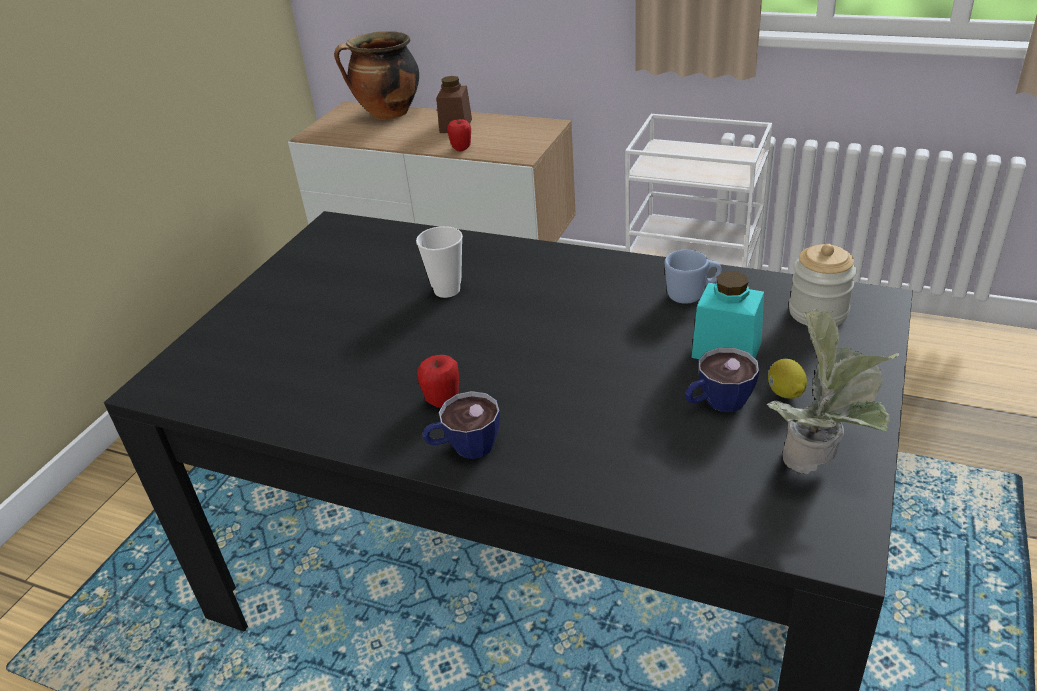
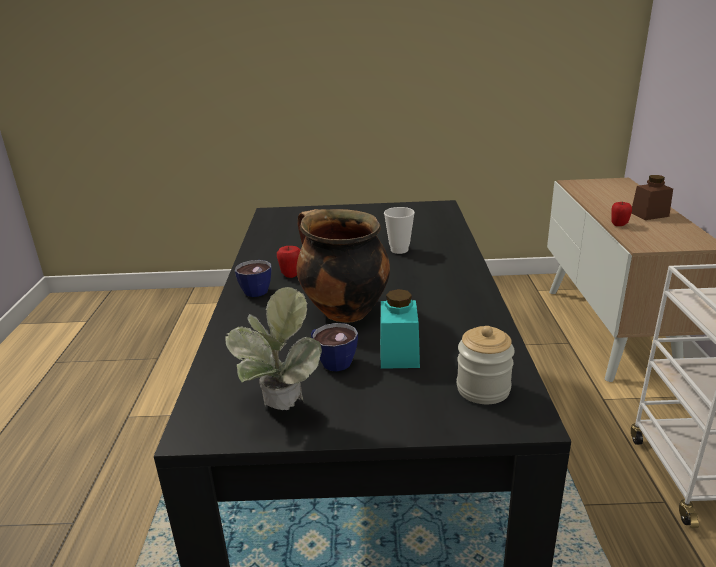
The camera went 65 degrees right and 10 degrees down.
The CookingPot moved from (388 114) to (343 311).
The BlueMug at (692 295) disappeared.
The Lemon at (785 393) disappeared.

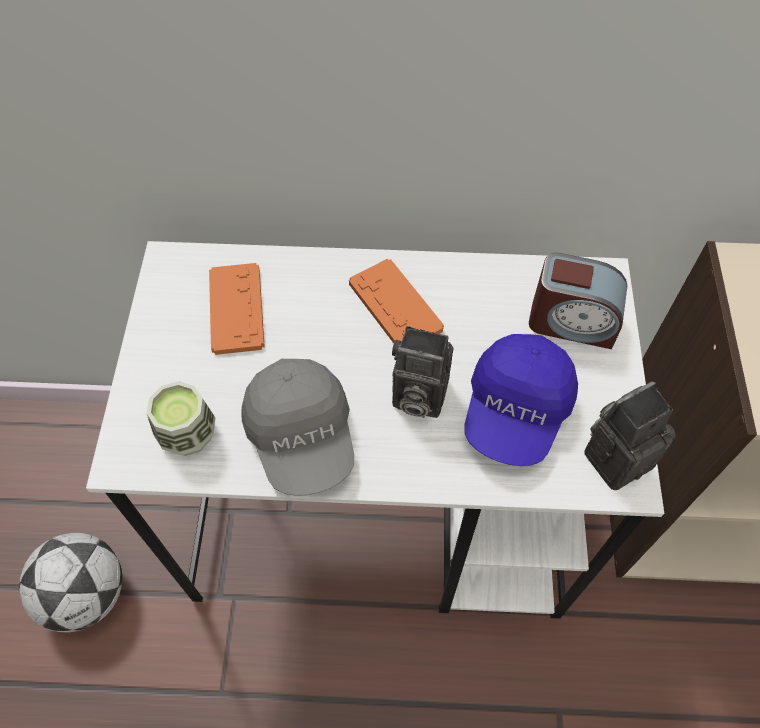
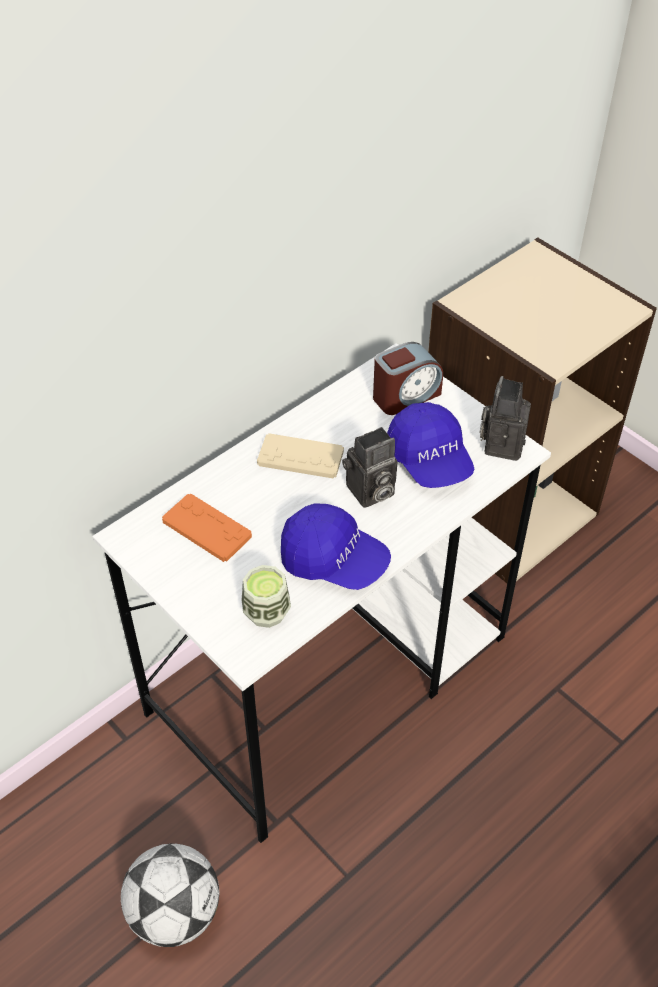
The camera went 45 degrees left and 10 degrees down.
The GreyCap at (302 437) became the BlueCap at (334 561).
The OrangeGameController at (395 306) became the BeigeGameController at (300 457).

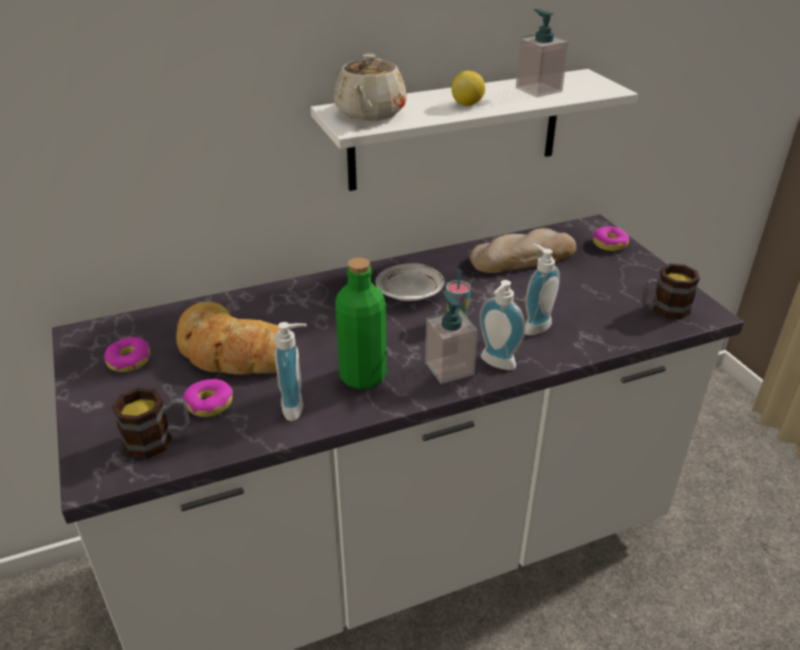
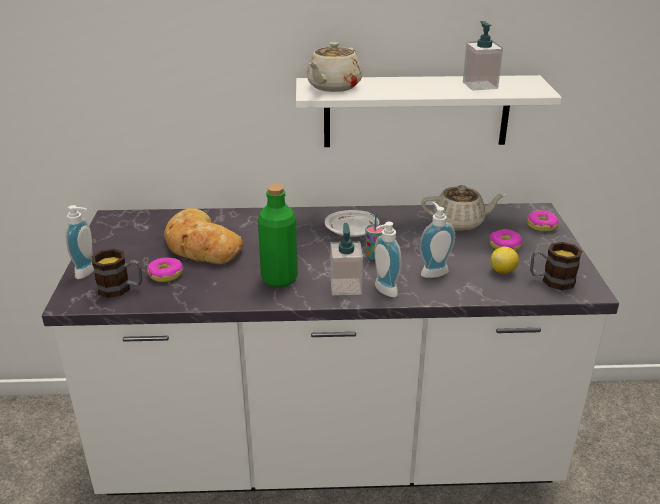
The camera went 20 degrees right and 5 degrees down.
The Donut moved from (129 361) to (504 245).
The SoapDispenser moved from (297 407) to (89 272).
The Lemon moved from (467 104) to (503 271).
The Bread at (523 257) was replaced by the BeigeTeapot at (459 223).

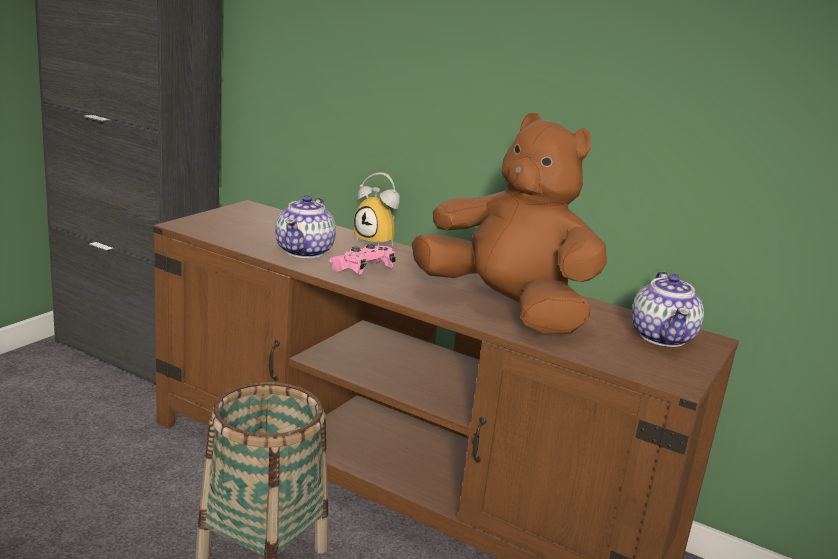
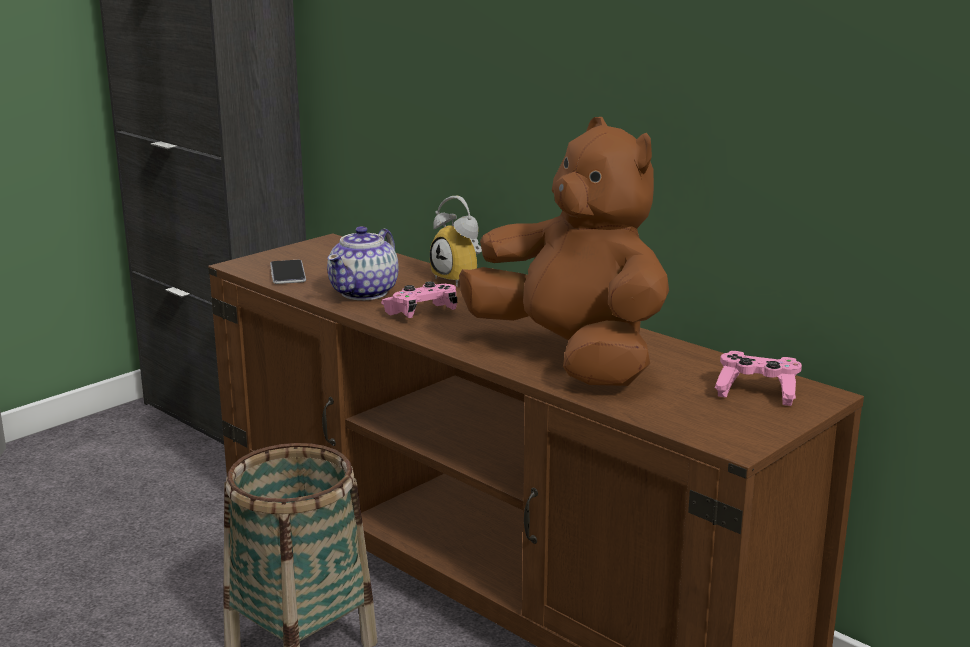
The camera went 15 degrees right and 0 degrees up.
The Teapot at (663 337) was replaced by the PinkGameController at (757 392).
The Phone at (287 273) appeared.

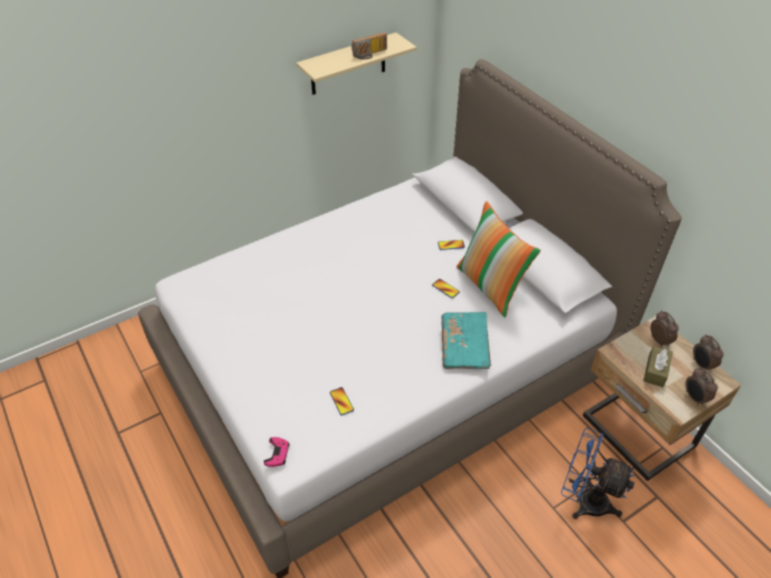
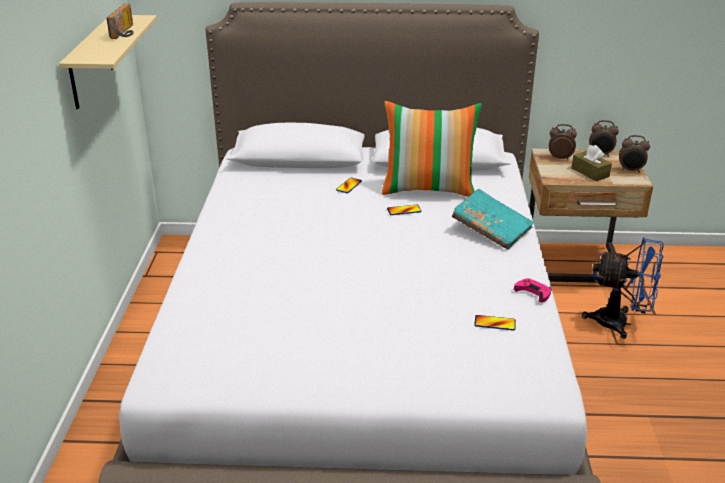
The camera went 55 degrees left and 15 degrees down.
The PinkGameController moved from (277 453) to (533 292).
The BlueFan at (584 500) turned 135 degrees counterclockwise.

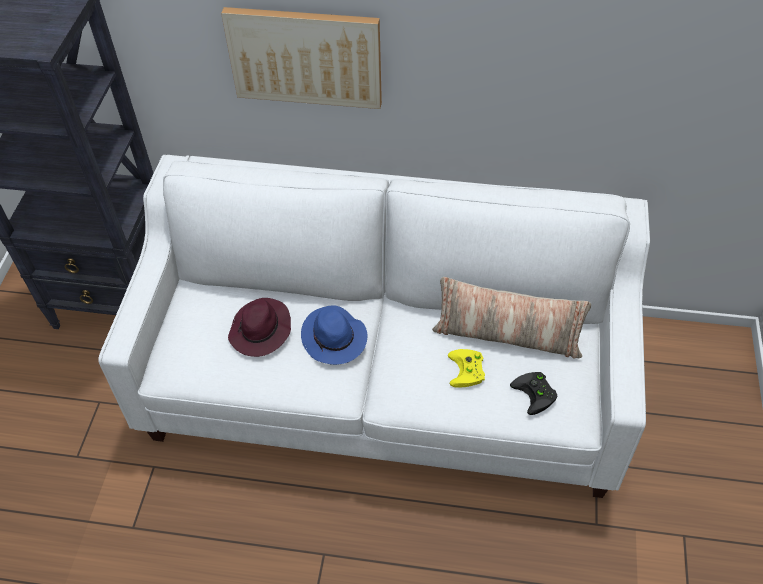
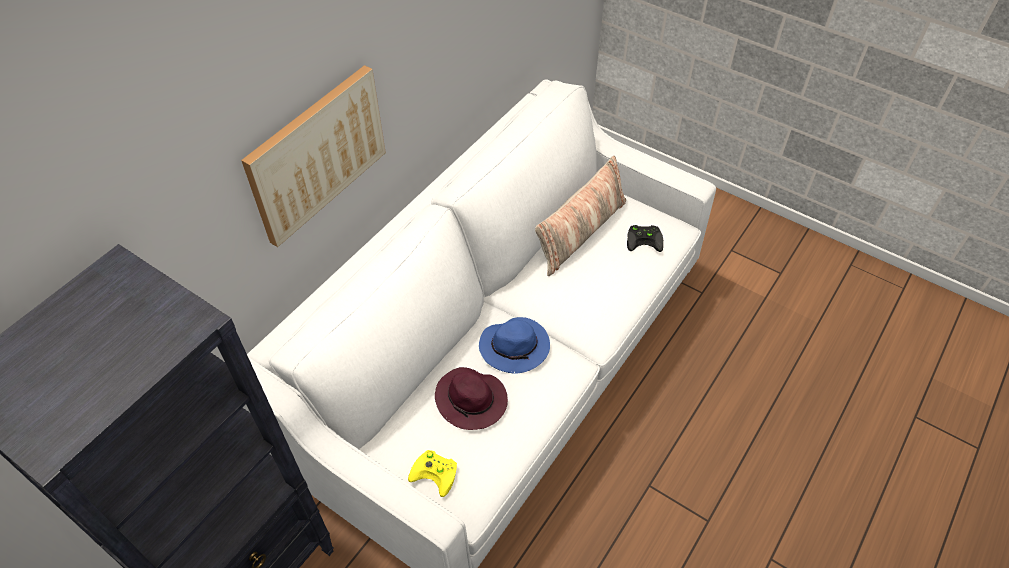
The camera went 65 degrees left and 0 degrees up.
The YellowGameController moved from (468 371) to (436 473).

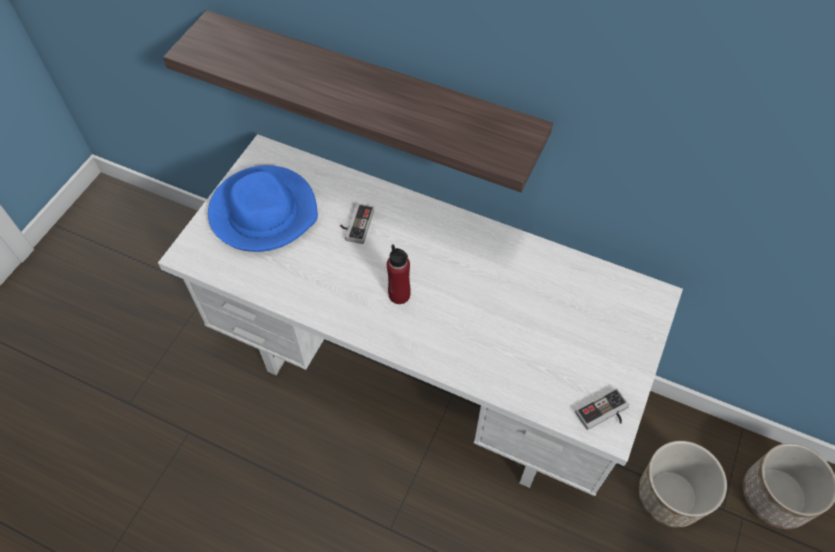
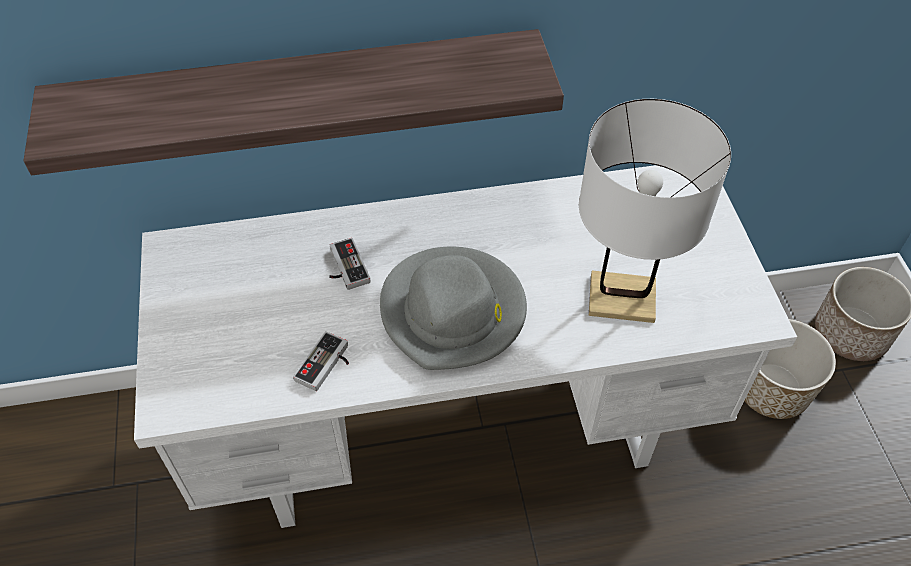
The camera went 35 degrees left and 5 degrees down.
The BlueHat at (264 212) disappeared.
The RedBottle at (399 295) was replaced by the GreyHat at (453 311).
The GameController moved from (604 415) to (327 366).
The WhiteTableLamp at (622 298) appeared.

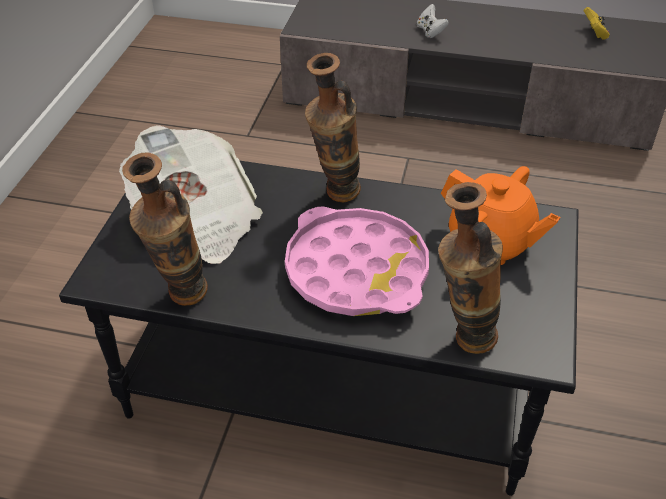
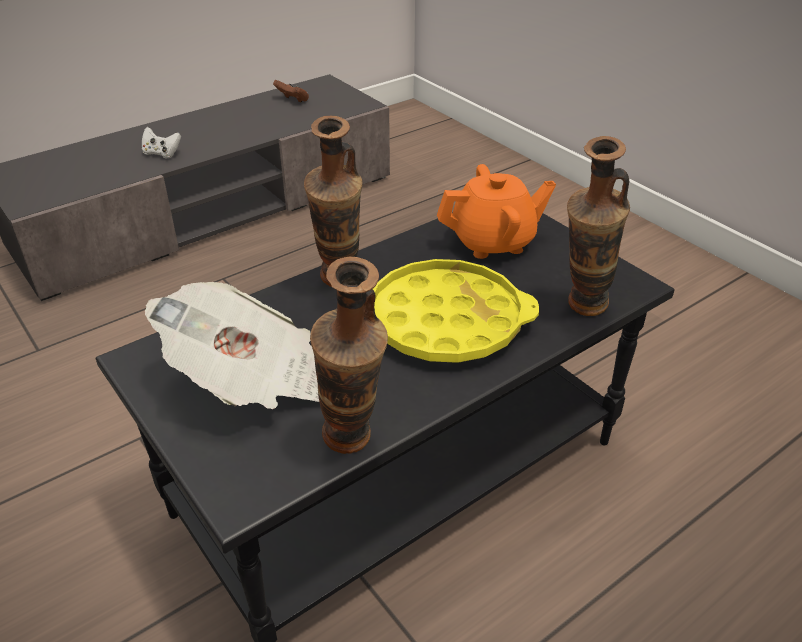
The camera went 50 degrees left and 5 degrees down.
The PinkTray at (356 271) became the YellowTray at (444 321).
The YellowGameController at (594 34) became the BrownGameController at (293 100).

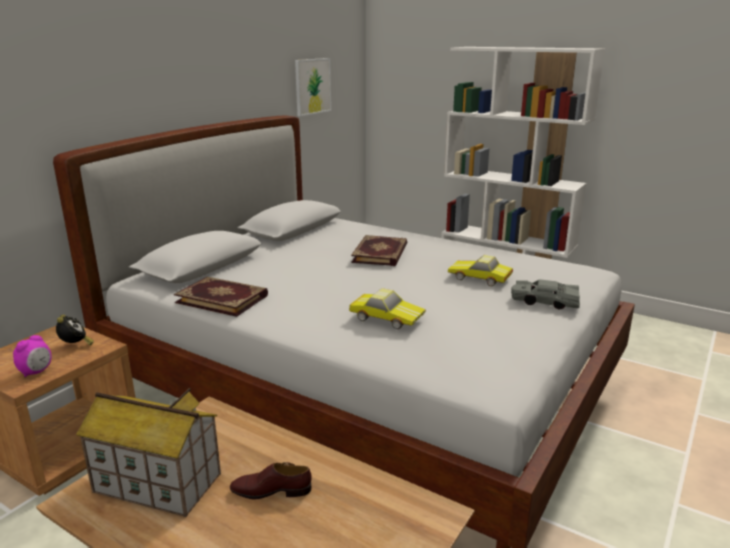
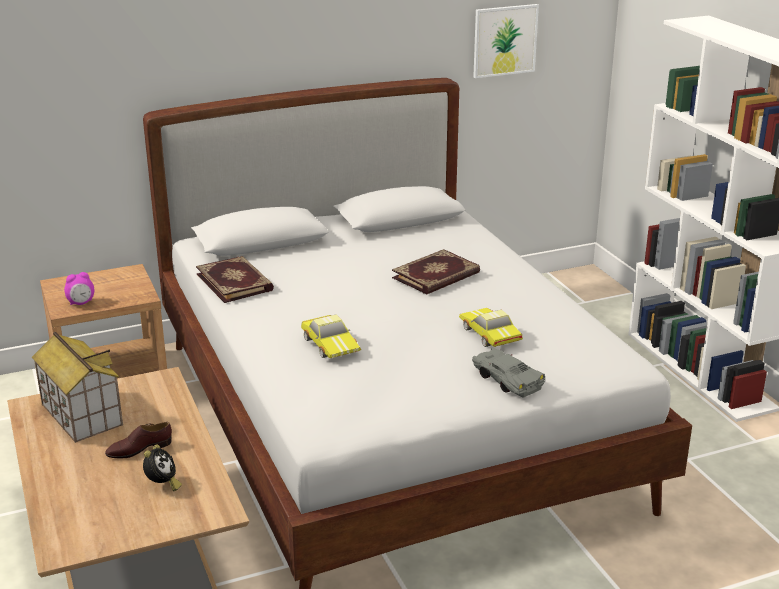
The camera went 35 degrees right and 5 degrees up.
The AlarmClock moved from (76 346) to (162 485).
The BrownShoe at (271 491) turned 60 degrees counterclockwise.

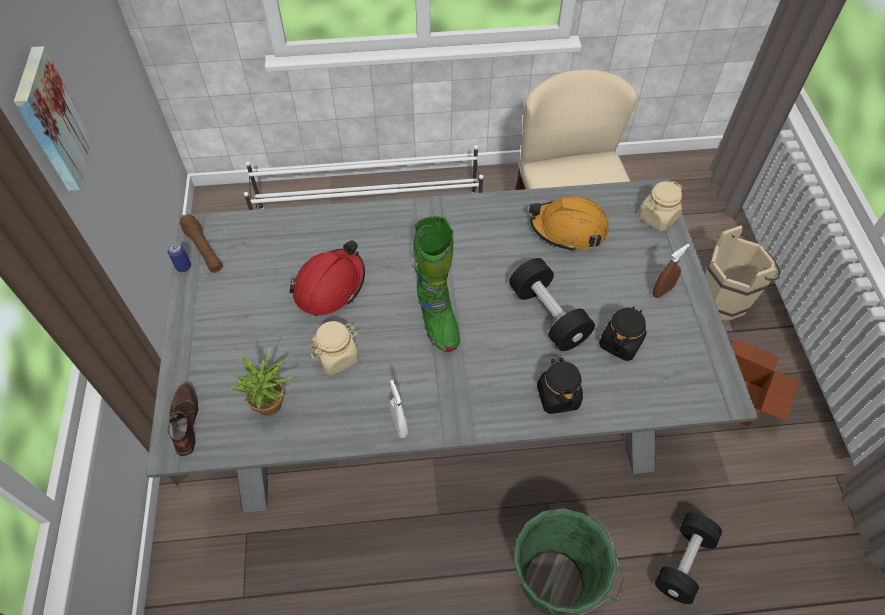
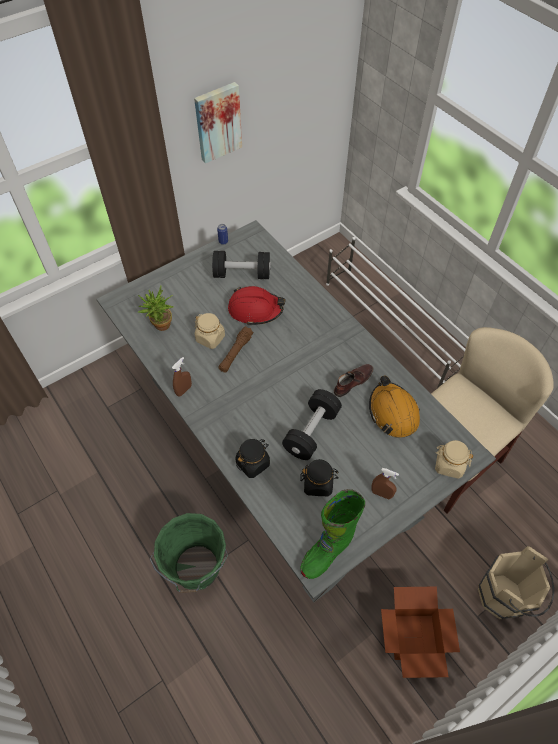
The camera went 60 degrees right and 0 degrees up.
The BrownShoe moved from (185 421) to (352 381).
The BrownFlashlight moved from (203 248) to (235 353).
The WhiteSprayBottle at (399 426) became the BrownSprayBottle at (184 390).
The GreenBoot moved from (437 319) to (327 550).
The BlackDumbbell moved from (683 562) to (242 274).

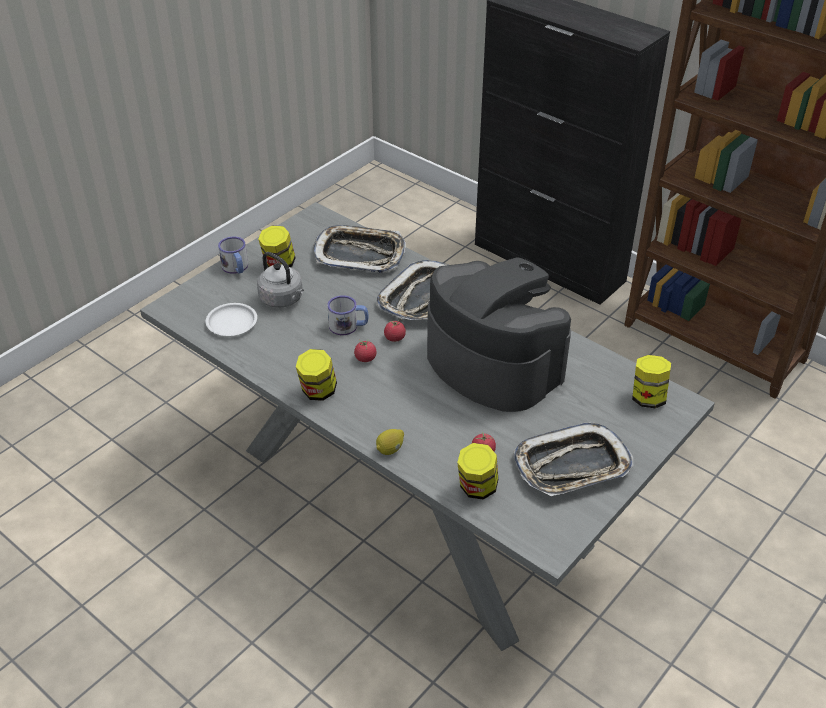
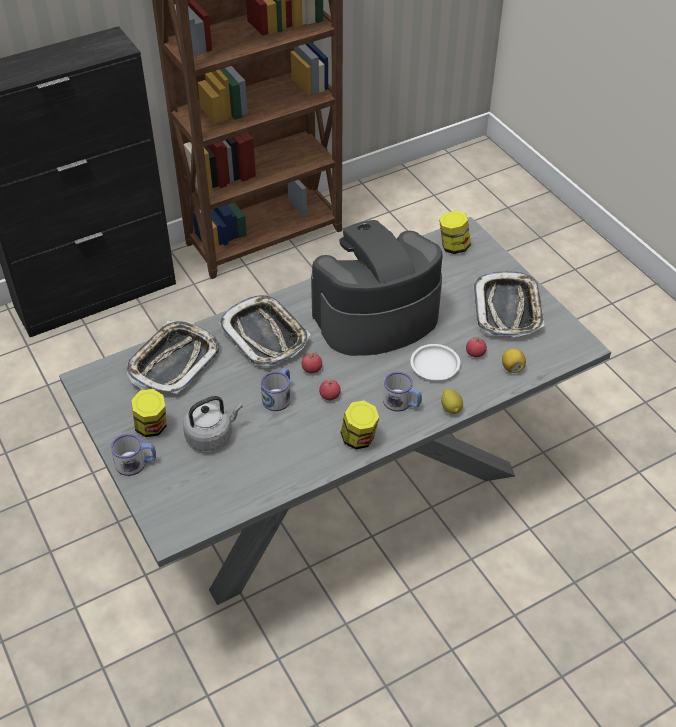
The camera went 70 degrees left and 5 degrees up.
The WhitePlate moved from (231 322) to (434 365).
The Jar at (477 488) was replaced by the Lemon at (512 368).
The Mug at (402 403) appeared.

